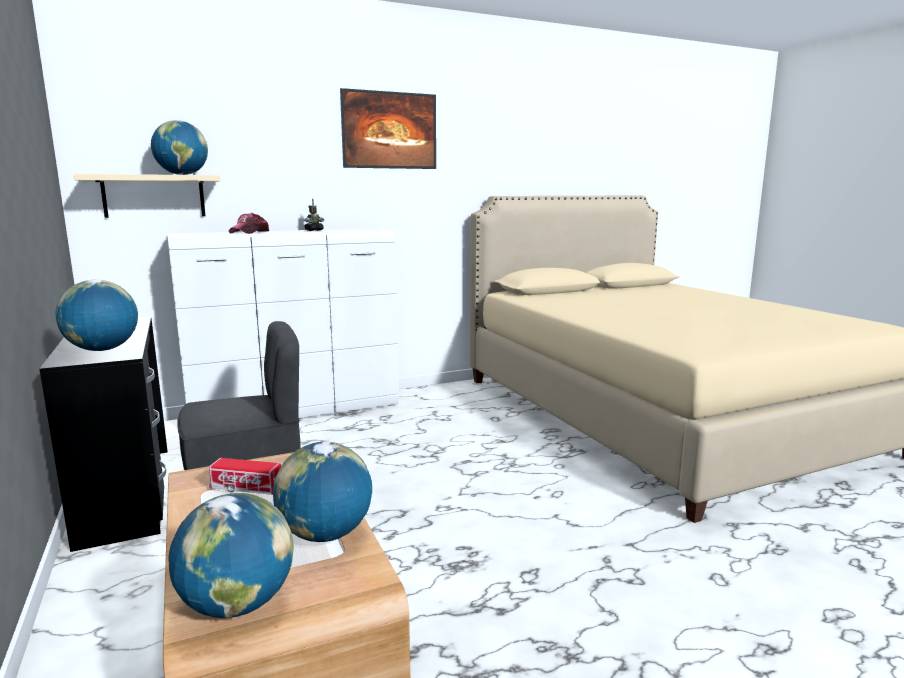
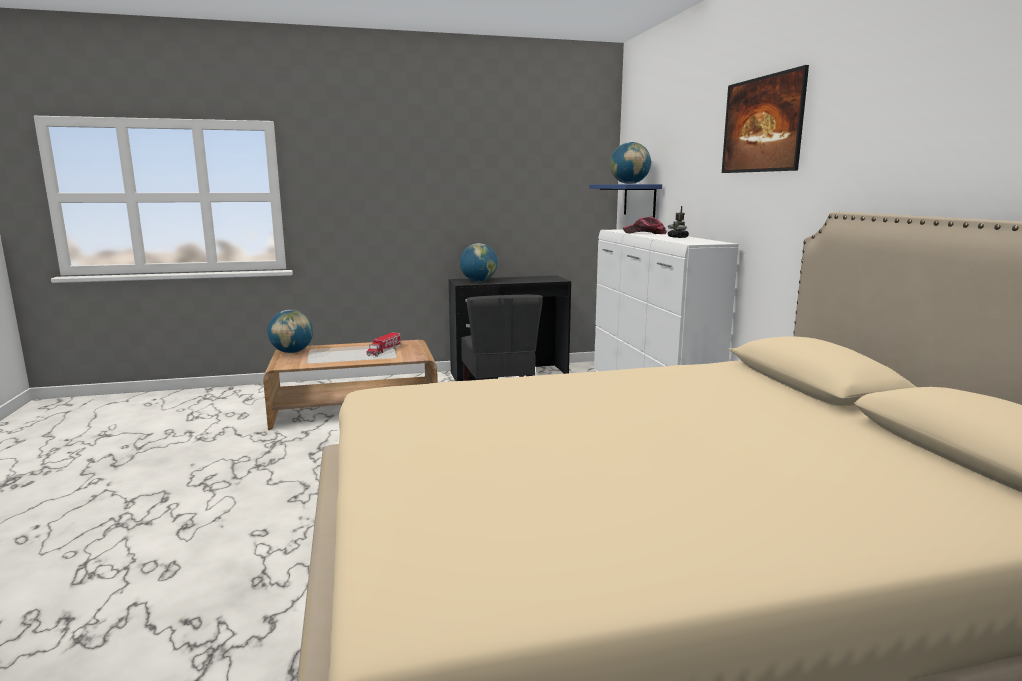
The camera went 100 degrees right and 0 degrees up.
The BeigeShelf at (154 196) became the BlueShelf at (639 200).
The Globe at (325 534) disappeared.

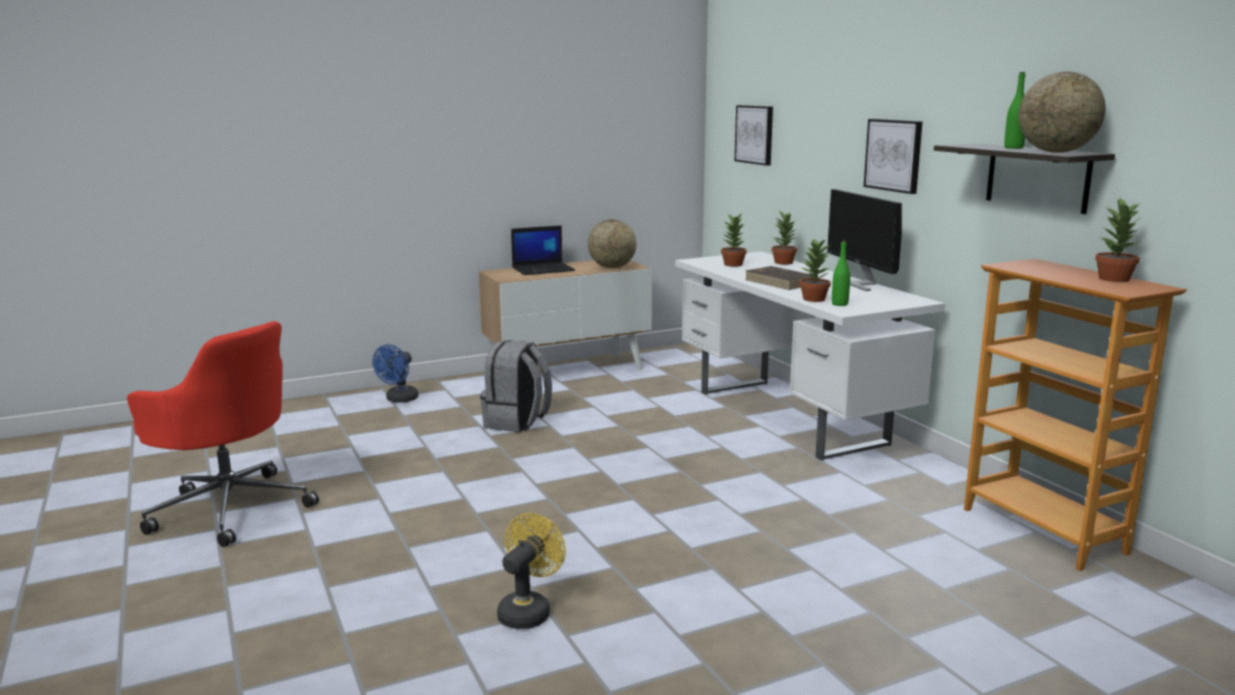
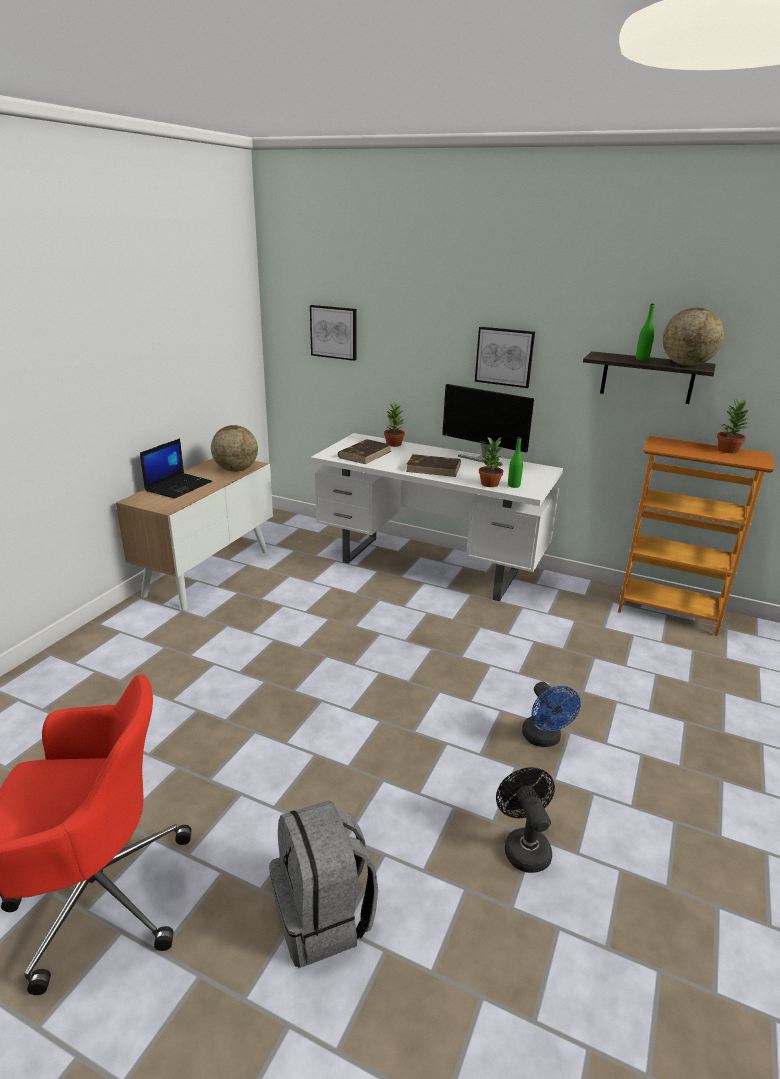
The camera went 40 degrees left and 10 degrees up.
The BlueFan moved from (399 400) to (544 739).
The GreyBackpack moved from (517 422) to (324 918).
The YellowFan at (528 611) became the BlackFan at (523 846).
The PottedPlant at (733 264) was replaced by the BrownBook at (365 454).

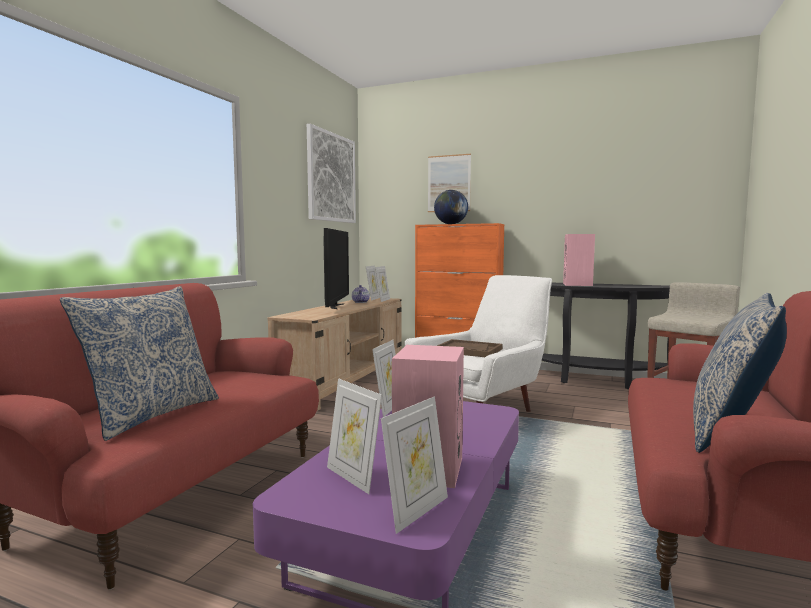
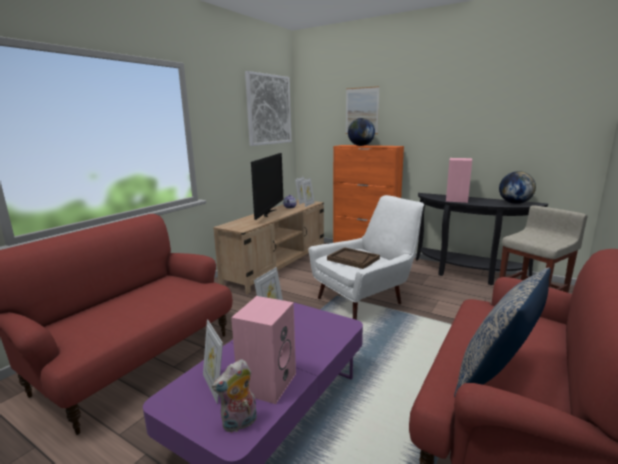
The camera went 10 degrees right and 10 degrees up.
The Pillow at (151 415) disappeared.
The PictureFrame at (416 511) was replaced by the PlushToy at (239 424).
The Globe at (514 203) appeared.

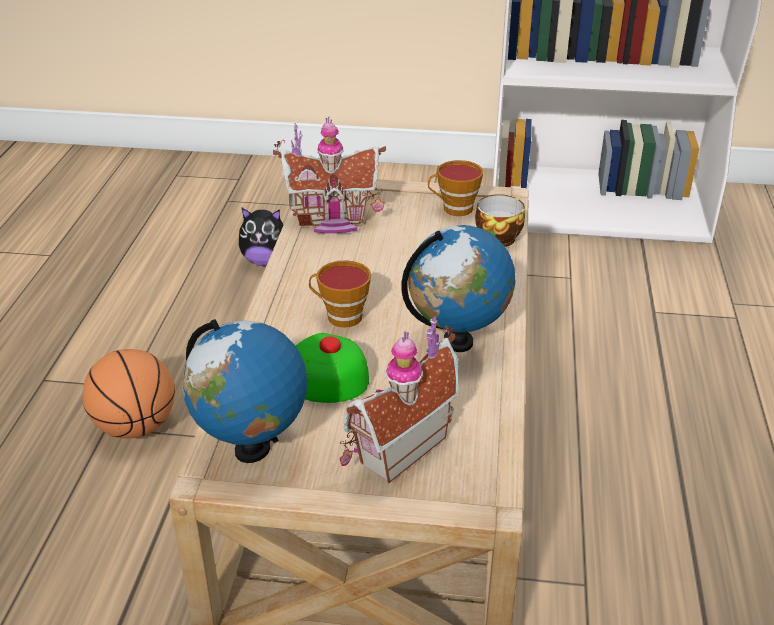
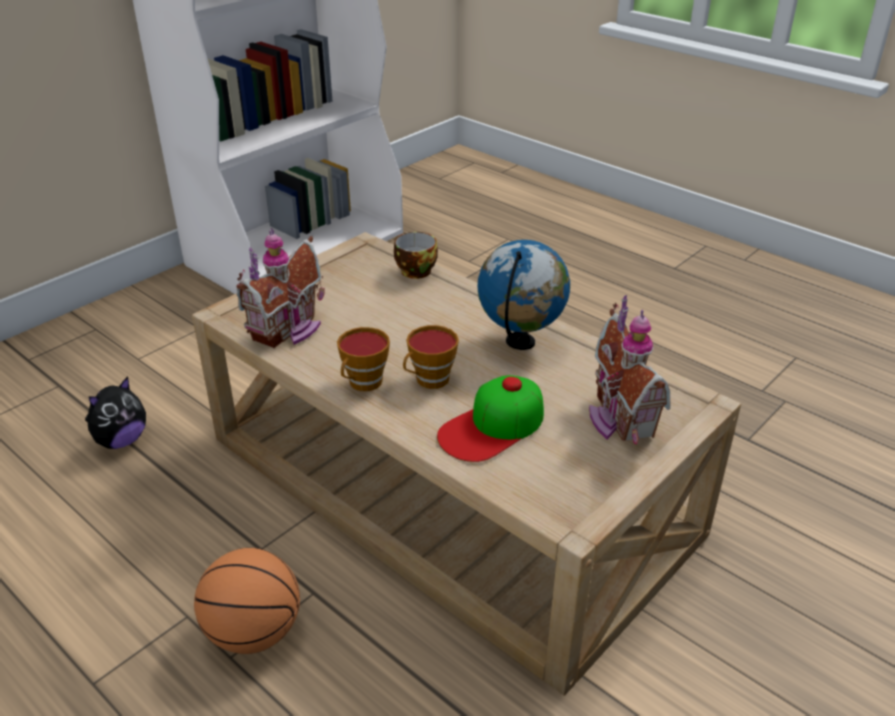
The camera went 55 degrees left and 0 degrees up.
The Globe at (252 450) disappeared.
The Cup moved from (454 209) to (363 384).

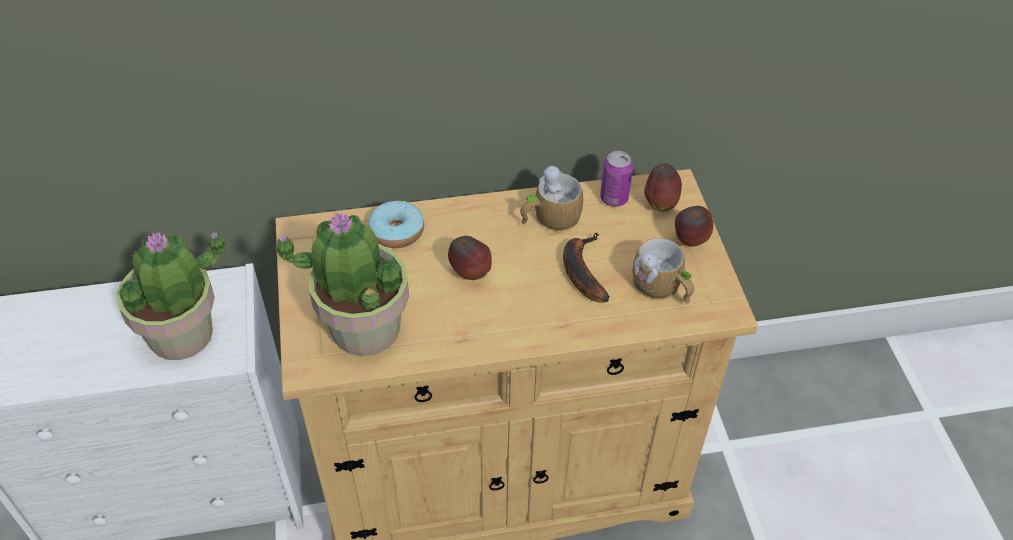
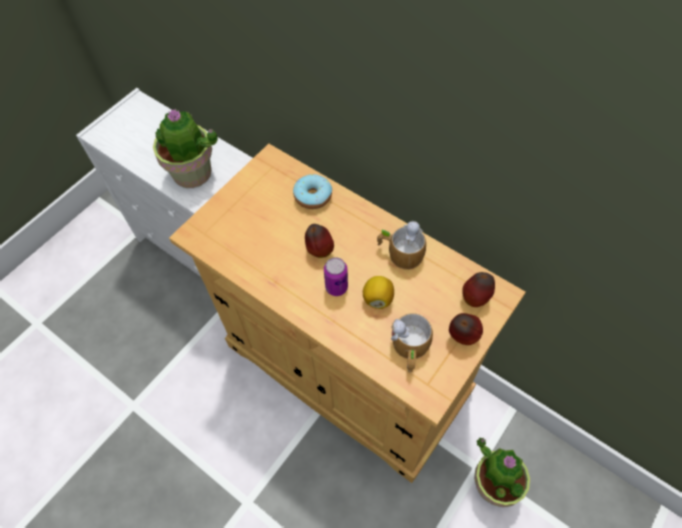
The camera went 50 degrees right and 10 degrees up.
The PottedPlant moved from (364 328) to (494 484).
The Banana at (581 270) was replaced by the Lemon at (378 298).
The Can moved from (614 198) to (336 287).

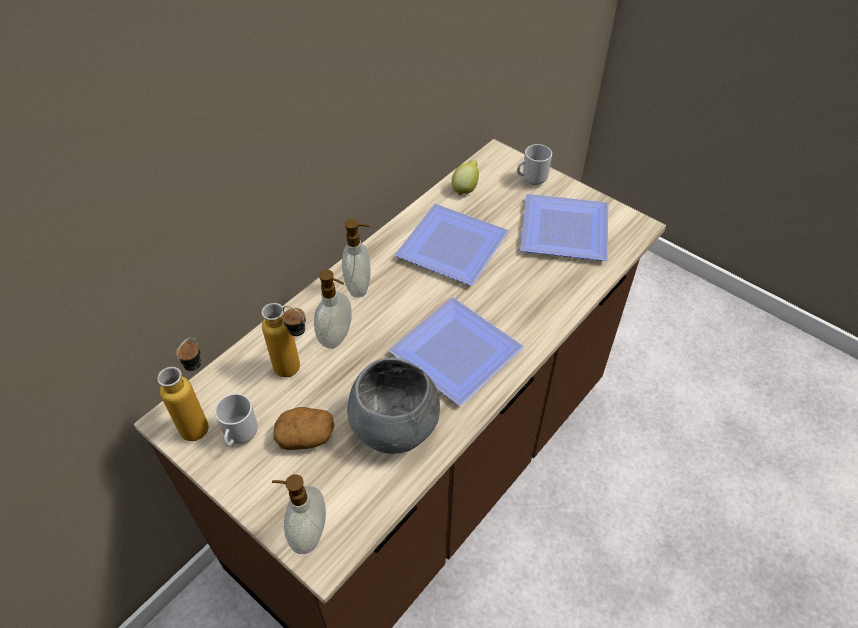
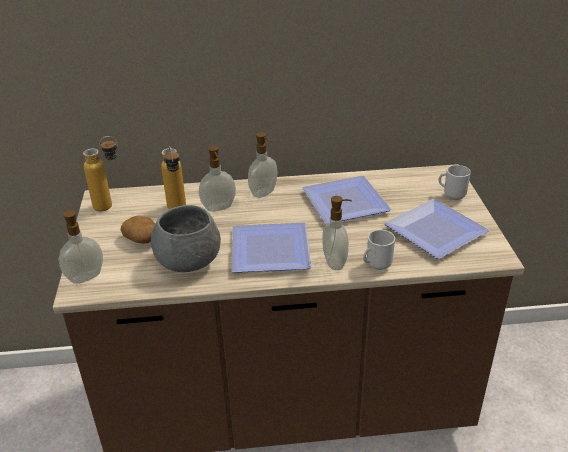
The camera went 45 degrees right and 15 degrees down.
The Mug moved from (239 435) to (376 265).
The Lemon at (465 188) disappeared.
The SoapDispenser at (336 262) appeared.

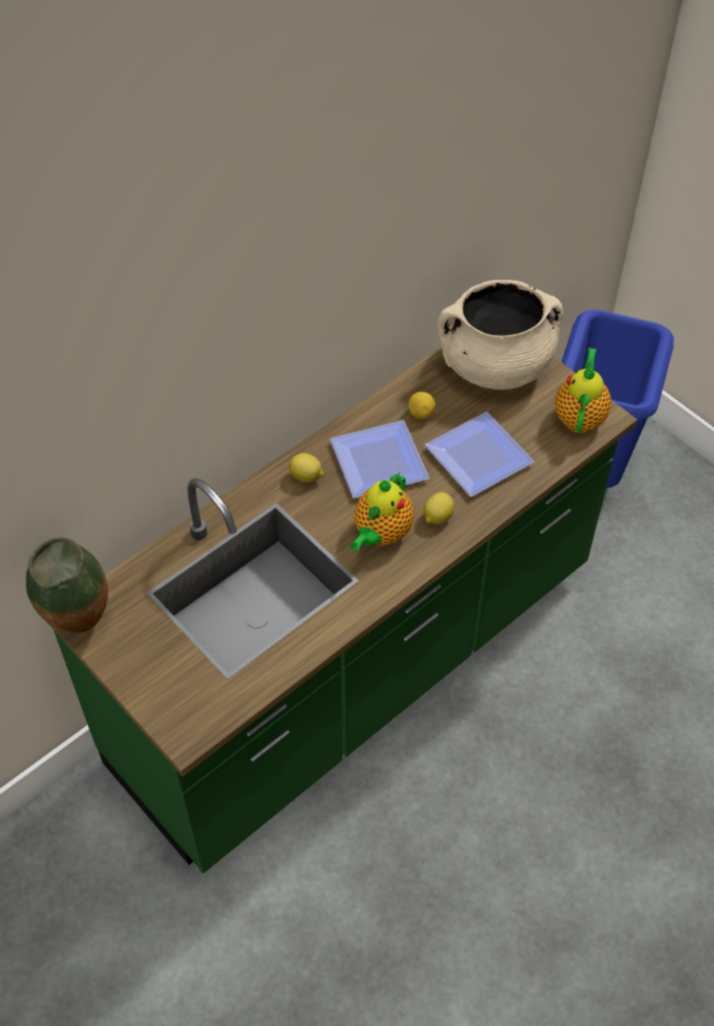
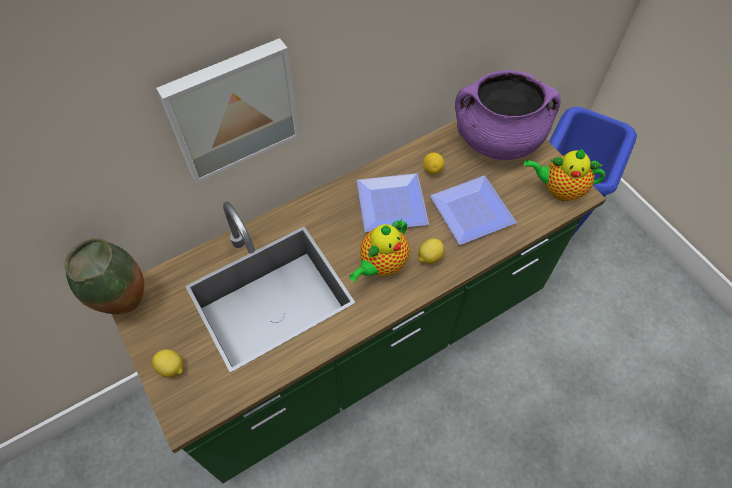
The camera went 10 degrees right and 5 degrees up.
The Lemon moved from (306 477) to (172 368).
The BeigeCookingPot at (495 366) became the PurpleCookingPot at (497 139).
The Teapot at (580 416) turned 105 degrees counterclockwise.
The Picture at (232 109) appeared.

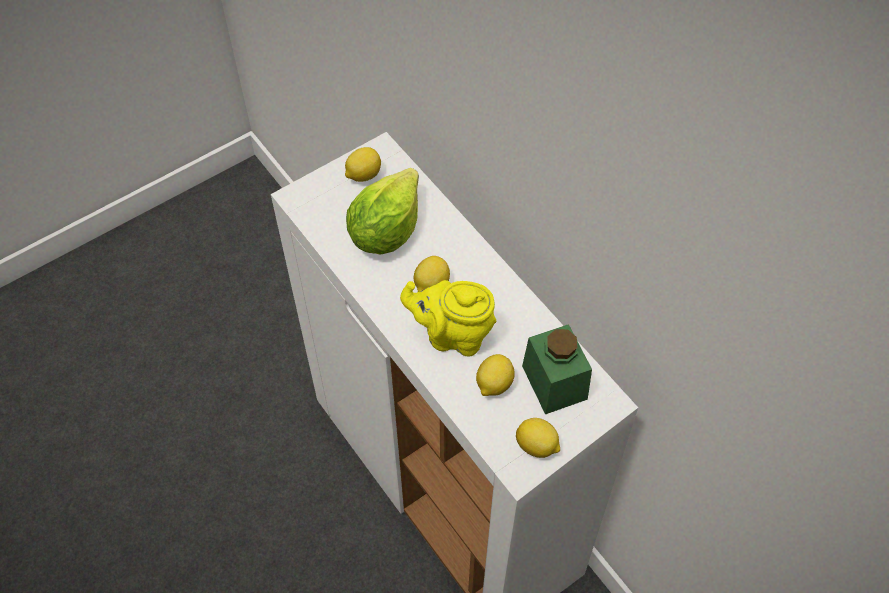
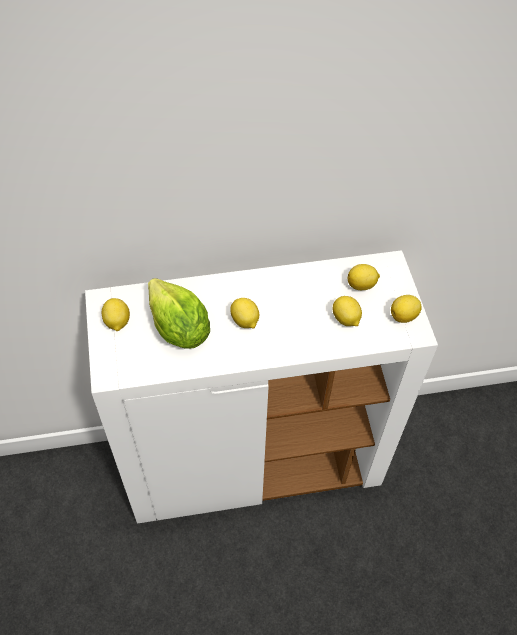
The camera went 65 degrees left and 0 degrees up.
The YellowTeapot at (453 335) disappeared.
The GreenJar at (554 382) was replaced by the Lemon at (362 285).

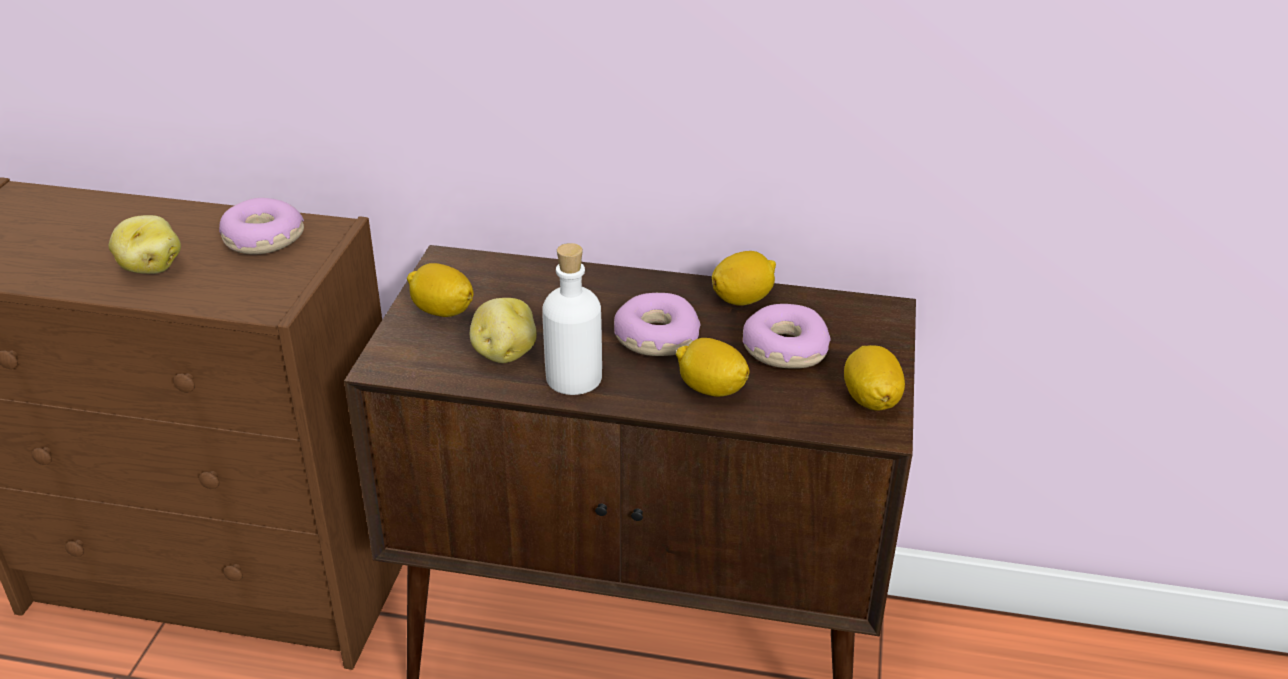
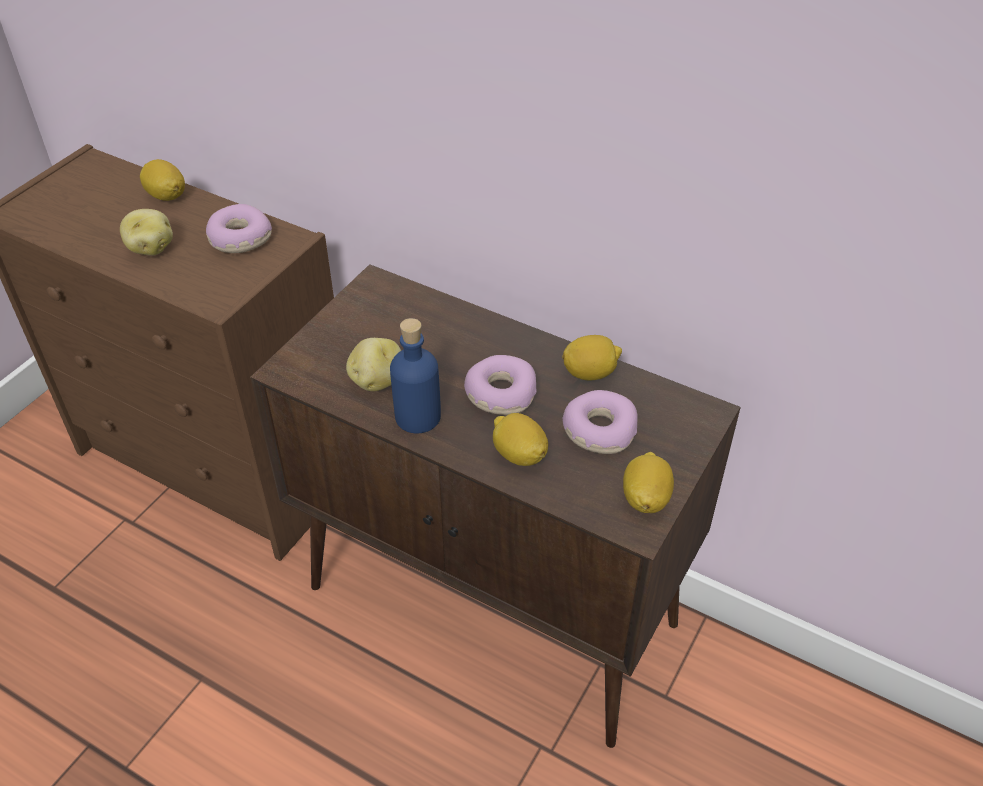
The camera went 20 degrees right and 10 degrees up.
The Lemon moved from (442 311) to (166 196).
The WhiteBottle at (573 378) became the BlueBottle at (417 416).

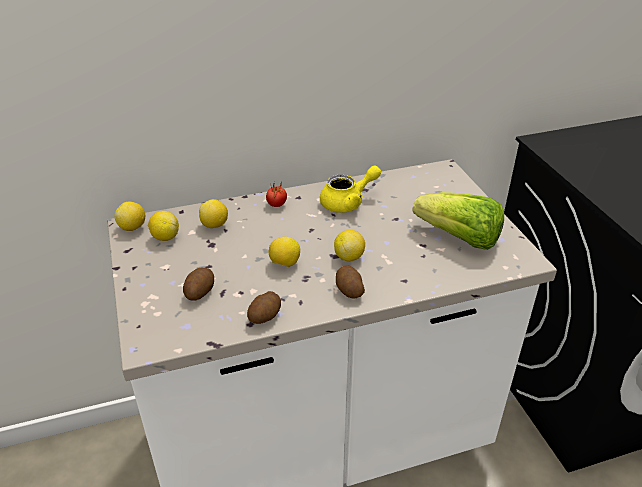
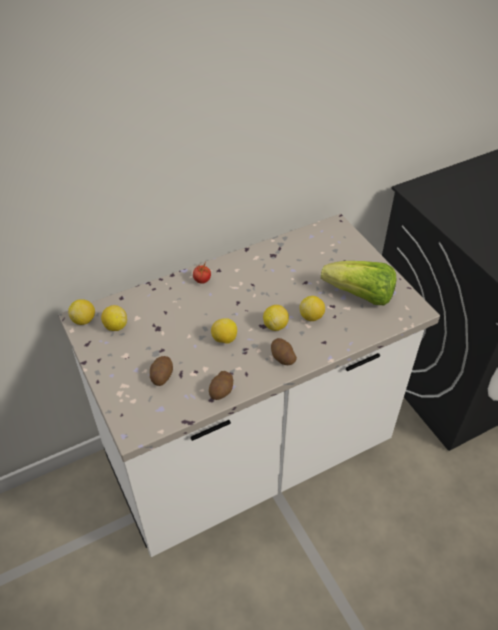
The camera went 10 degrees left and 10 degrees up.
The Lemon moved from (215 225) to (311 316).
The YellowTeapot at (348 202) disappeared.

